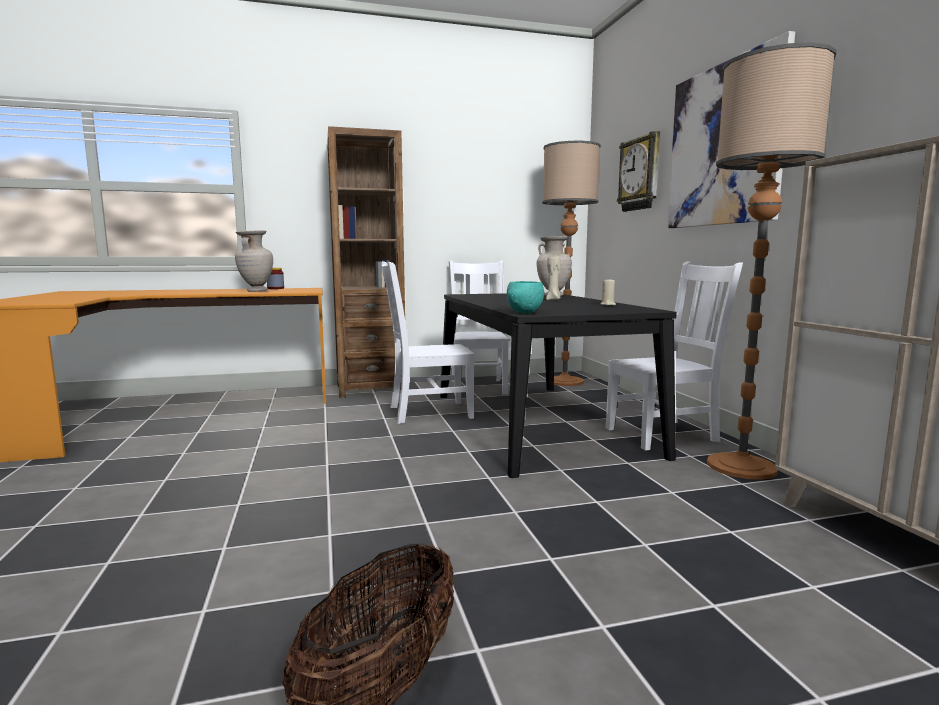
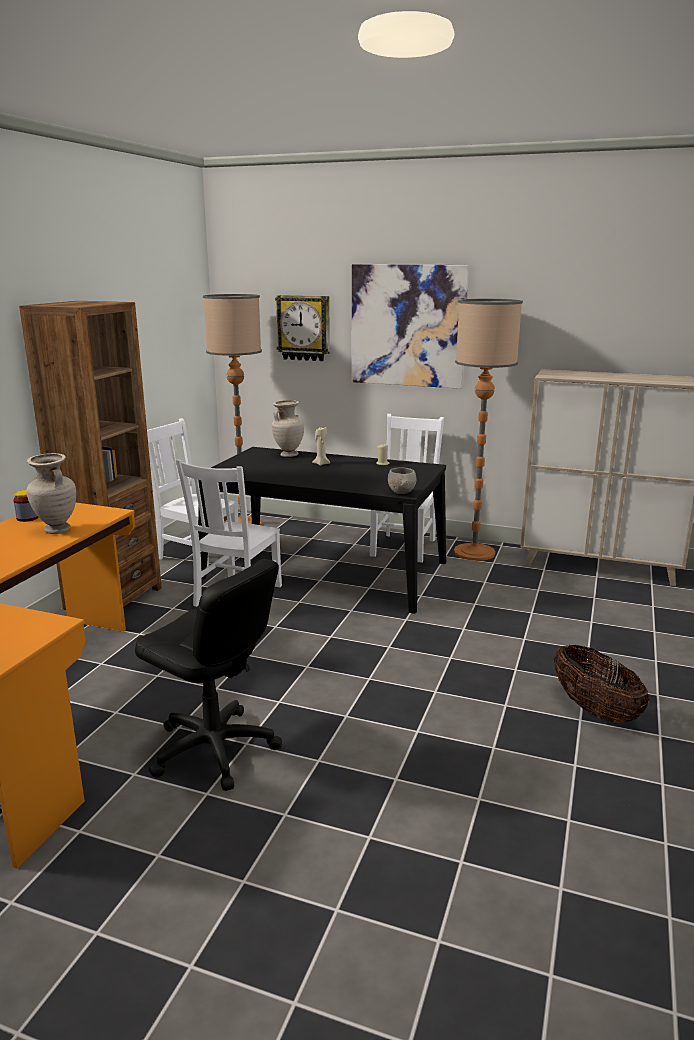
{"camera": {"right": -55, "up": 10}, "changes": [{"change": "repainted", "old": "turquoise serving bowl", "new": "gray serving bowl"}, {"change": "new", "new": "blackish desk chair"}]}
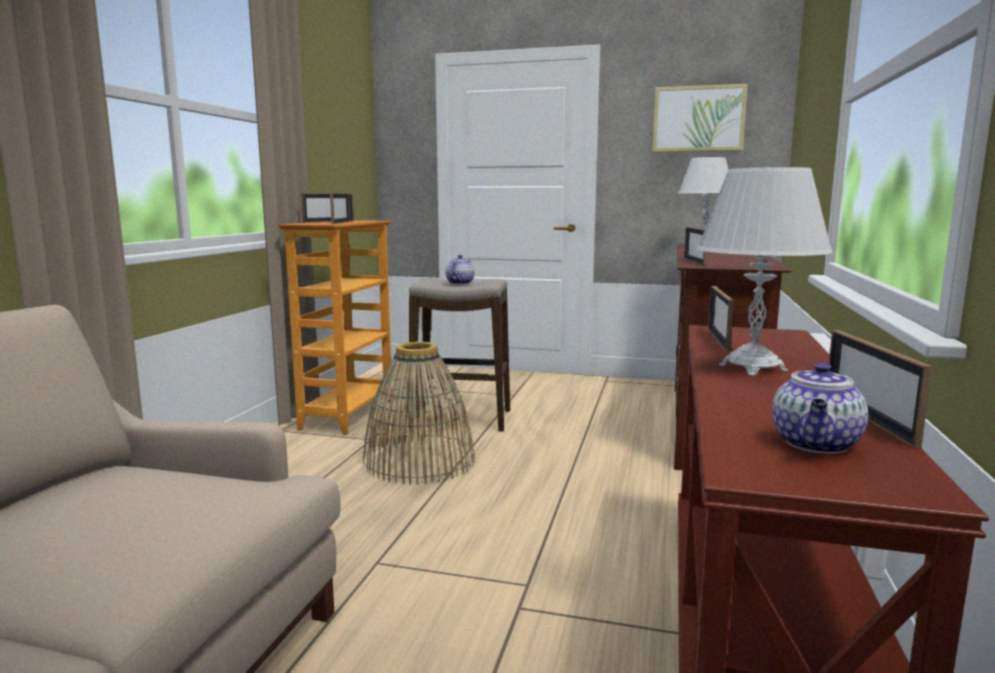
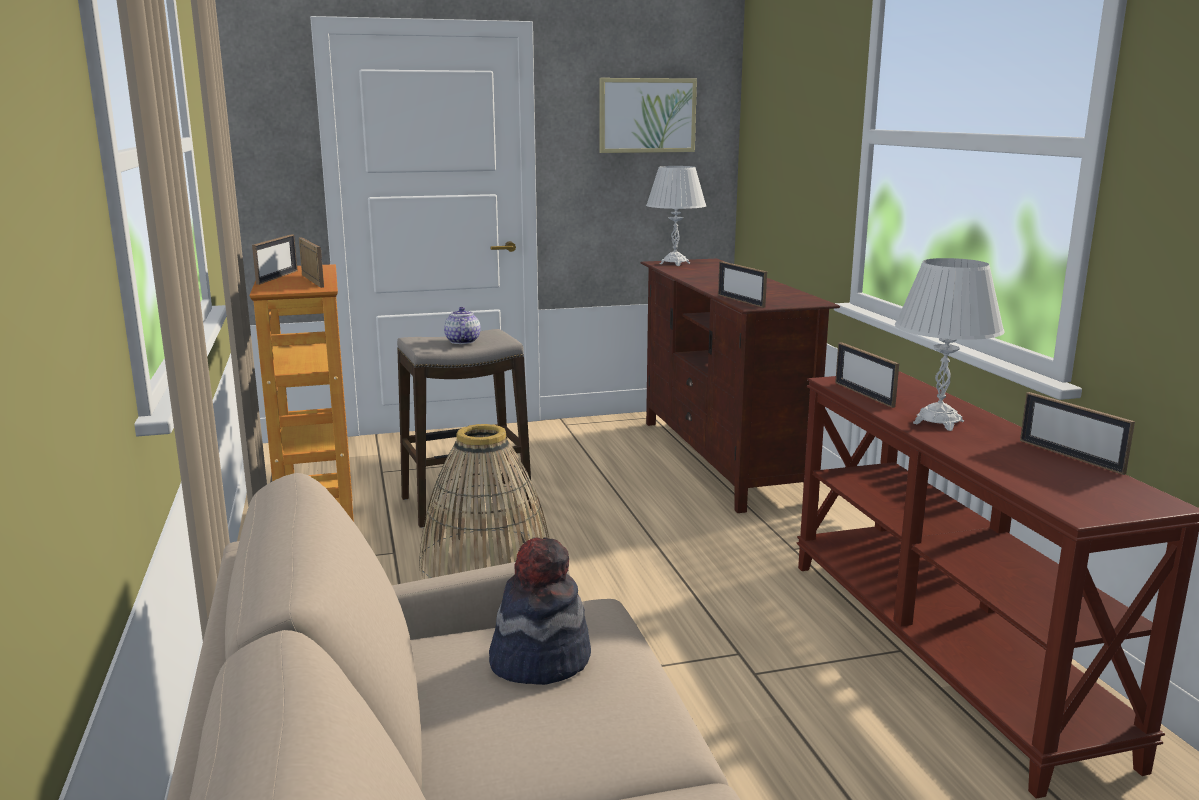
{"camera": {"right": -30, "up": 5}, "changes": [{"change": "gone", "old": "tea pot (no. 2 from left)"}, {"change": "new", "new": "hat"}]}
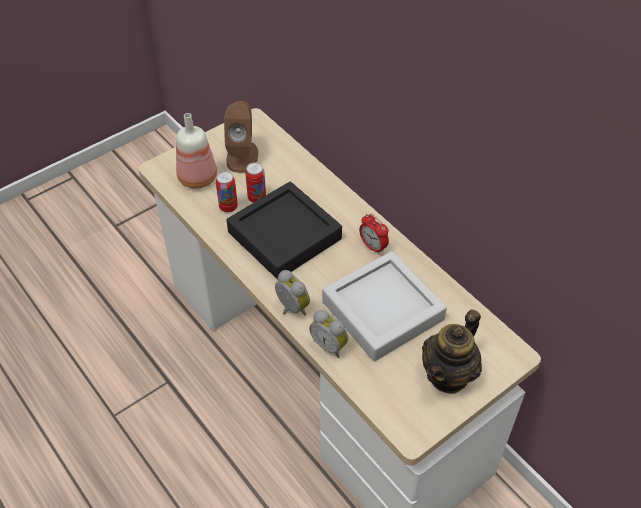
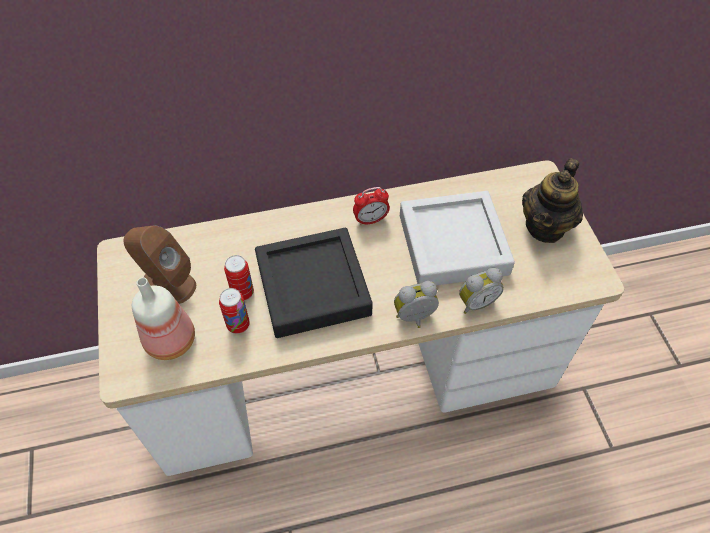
{"camera": {"right": -65, "up": 5}, "changes": [{"change": "rotated", "old": "tea pot", "degrees": 60}]}
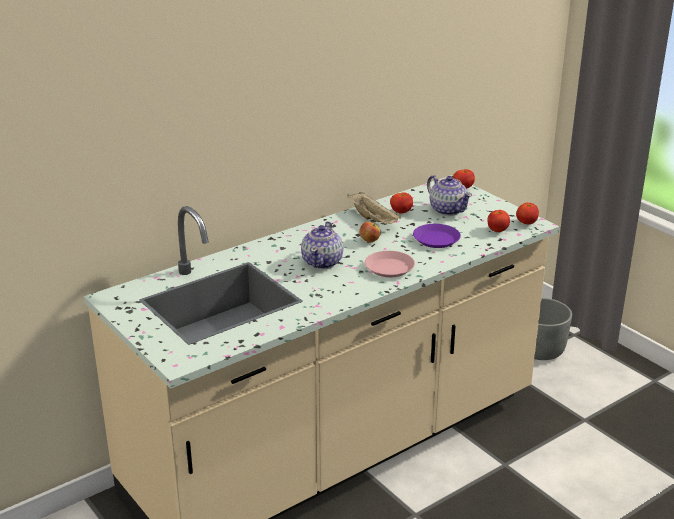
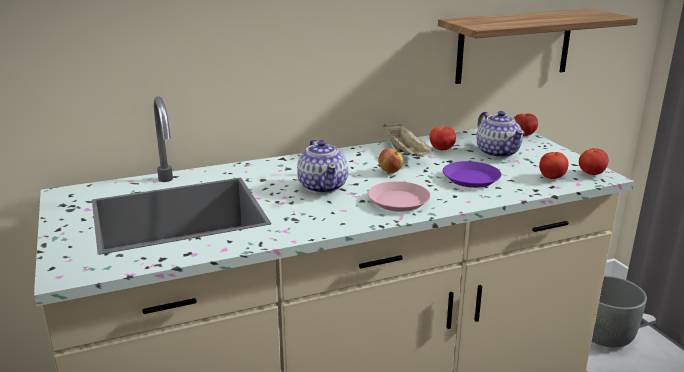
{"camera": {"right": 15, "up": -5}, "changes": [{"change": "rotated", "old": "tea pot (no. 1 from left)", "degrees": -45}, {"change": "new", "new": "shelf"}]}
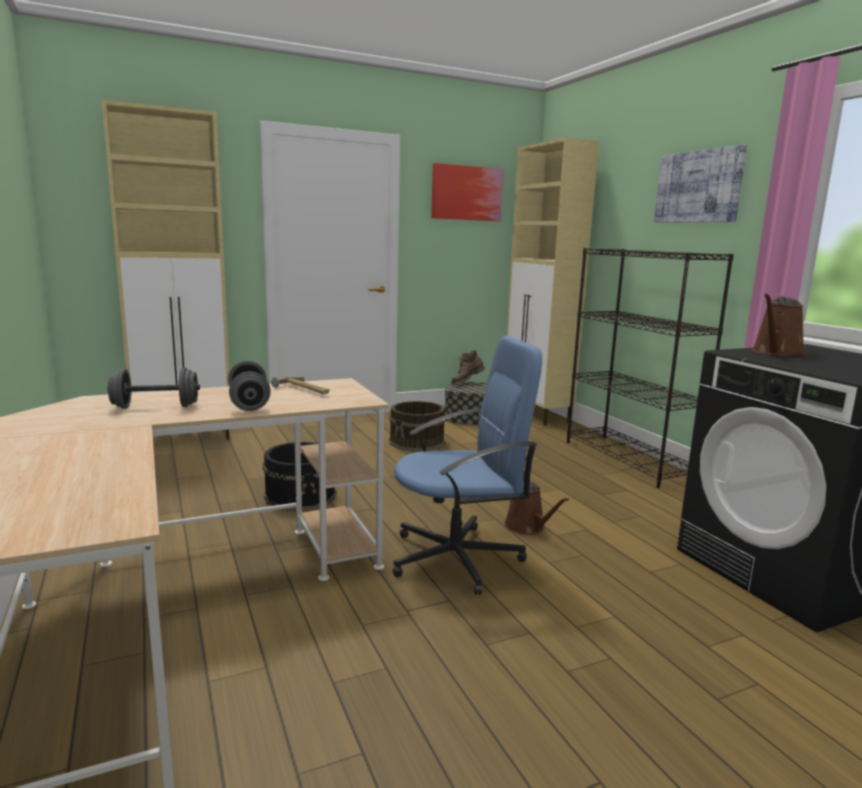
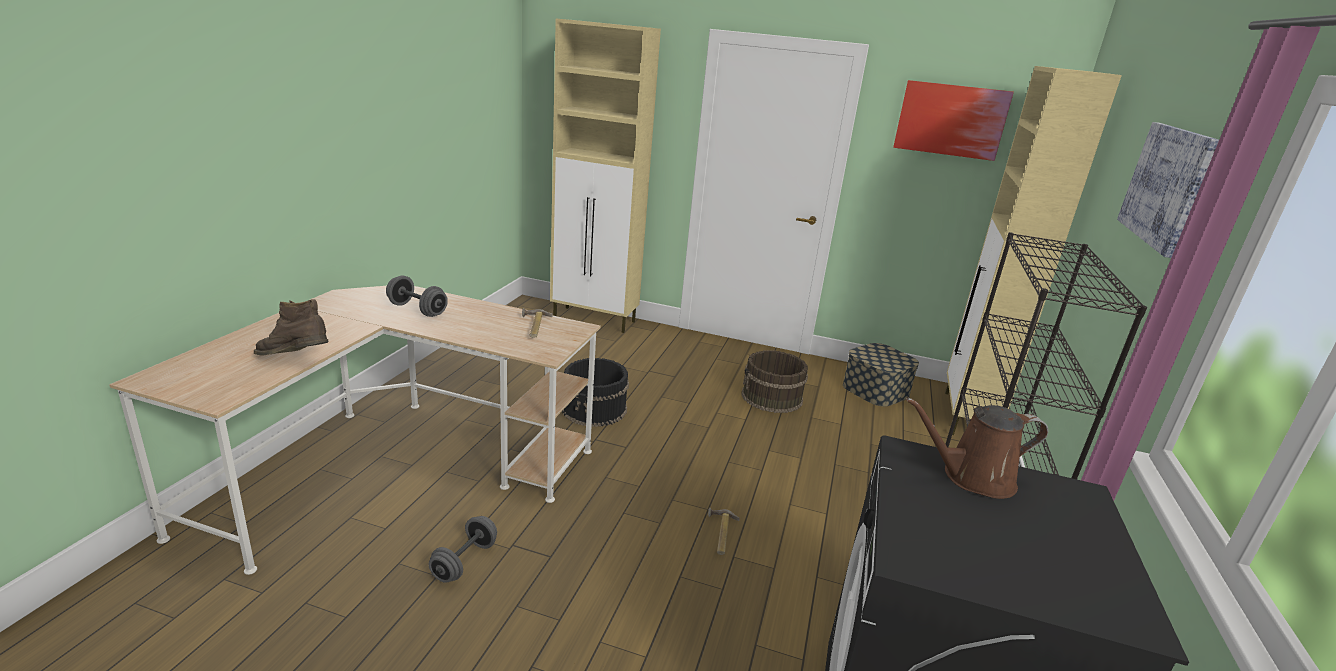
{"camera": {"right": 40, "up": 10}, "changes": [{"change": "gone", "old": "blue desk chair"}, {"change": "shifted", "old": "brownish boot"}, {"change": "shifted", "old": "gray hand weight (no. 2 from left)"}, {"change": "swapped", "old": "brownish watering can (no. 1 from left)", "new": "hammer (no. 2 from left)"}]}
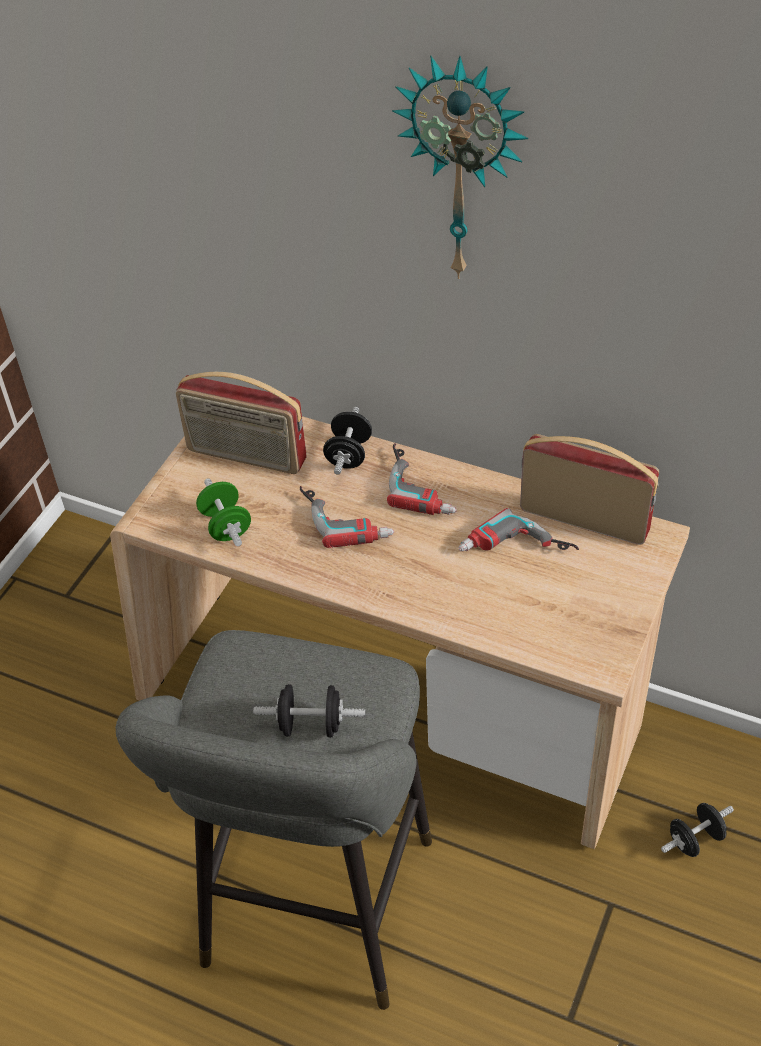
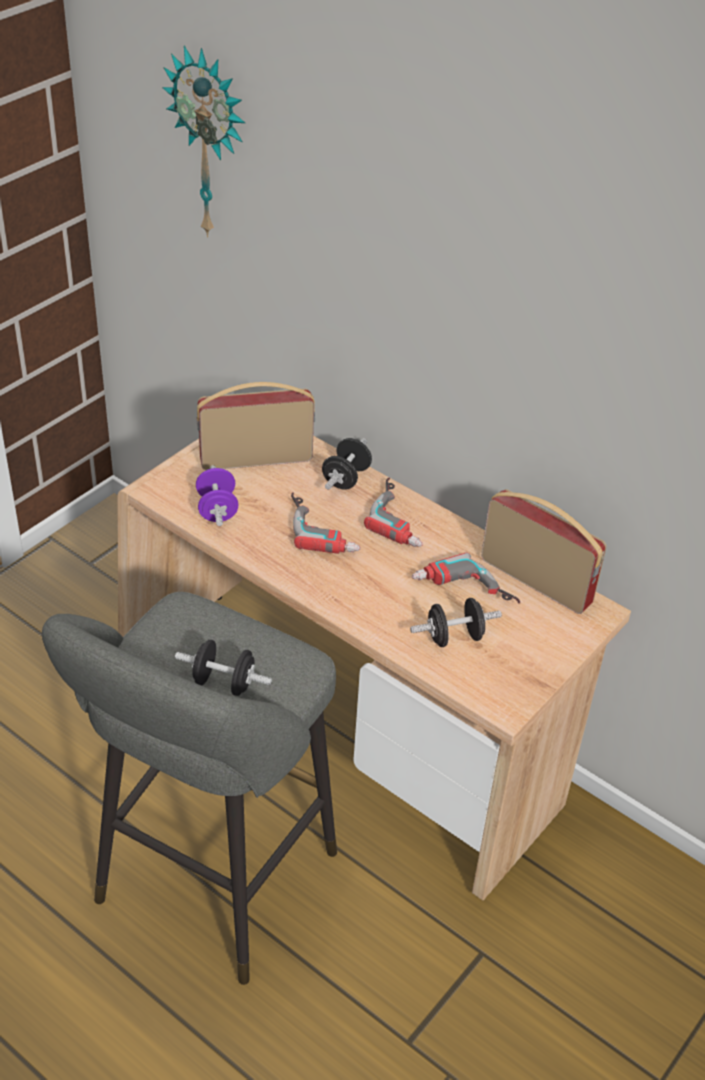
{"camera": {"right": 10, "up": -5}, "changes": [{"change": "shifted", "old": "wall clock"}, {"change": "rotated", "old": "radio (no. 1 from left)", "degrees": 135}, {"change": "repainted", "old": "green hand weight", "new": "purple hand weight"}, {"change": "shifted", "old": "blackish hand weight (no. 3 from left)"}]}
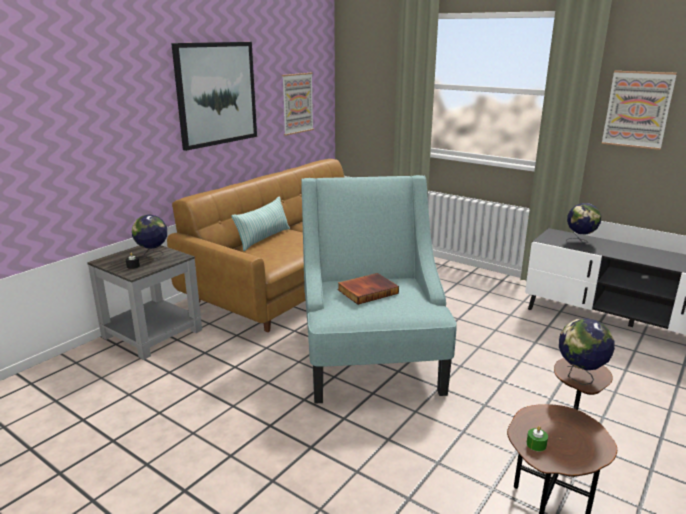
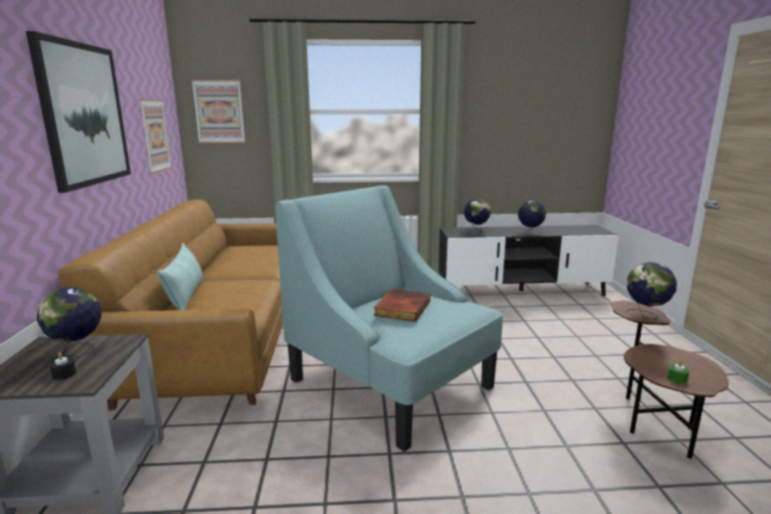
{"camera": {"right": -40, "up": -5}, "changes": [{"change": "shifted", "old": "wall art (no. 3 from left)"}, {"change": "new", "new": "globe (no. 3 from left)"}]}
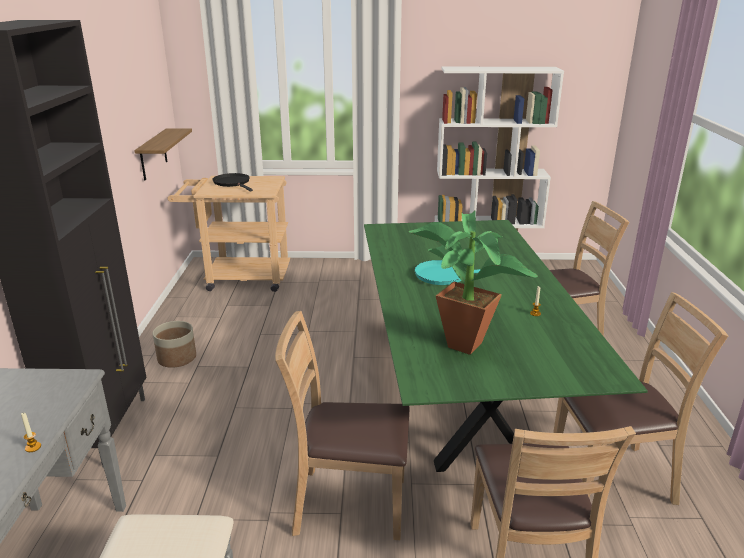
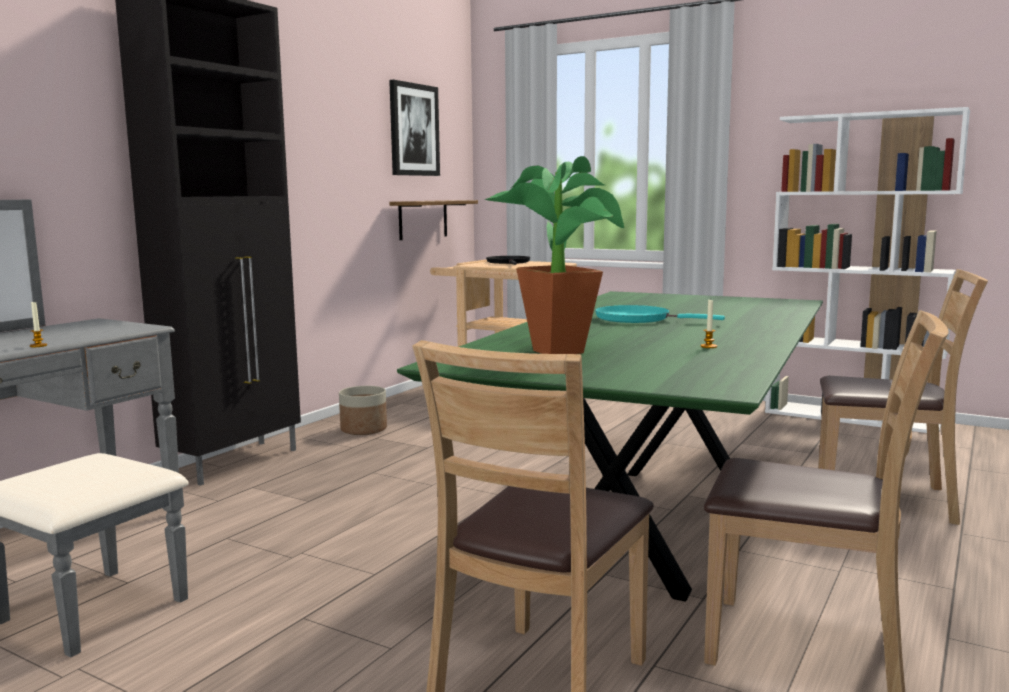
{"camera": {"right": 30, "up": -15}, "changes": [{"change": "gone", "old": "brownish chair (no. 1 from left)"}, {"change": "new", "new": "wall art"}]}
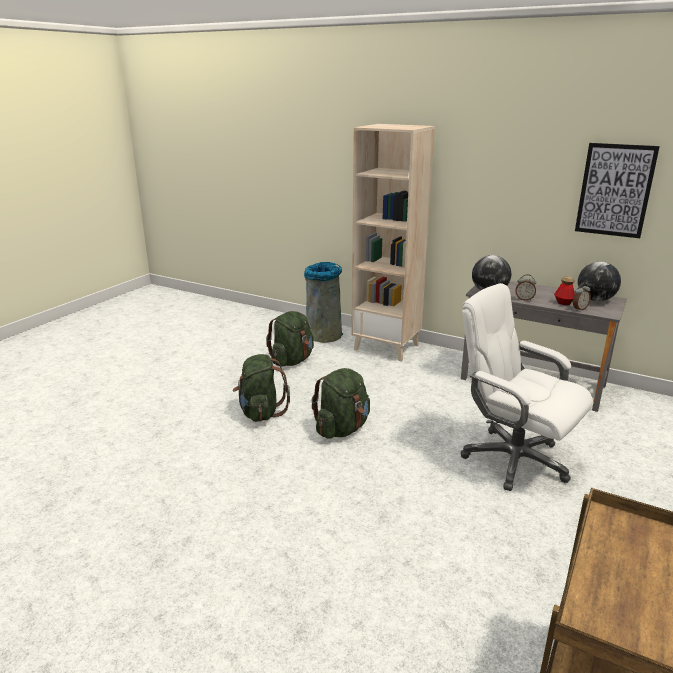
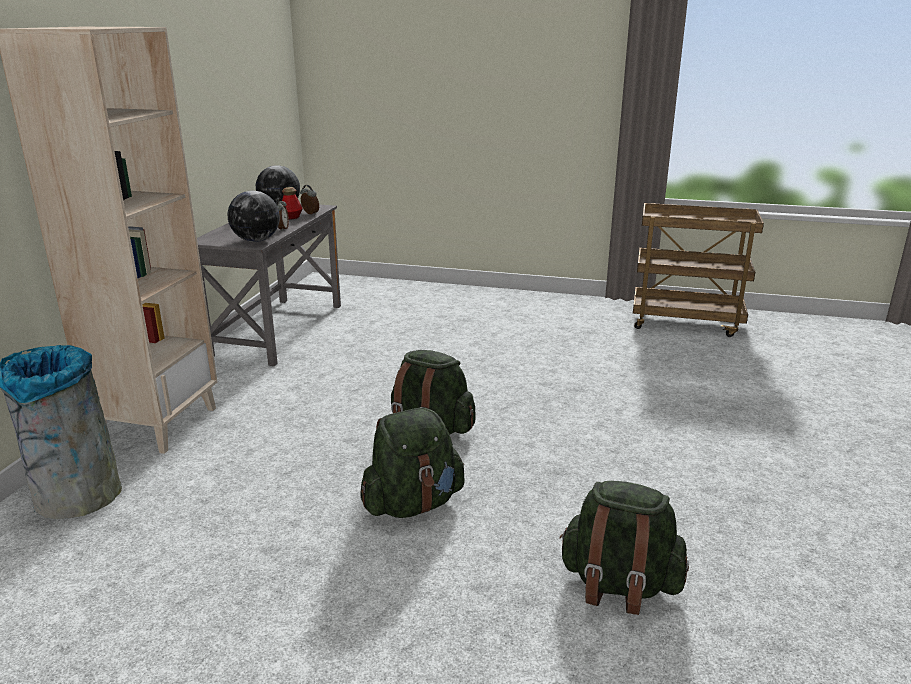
{"camera": {"right": -105, "up": 0}, "changes": [{"change": "gone", "old": "wall art"}, {"change": "gone", "old": "white-coloured desk chair"}, {"change": "shifted", "old": "green backpack (no. 2 from left in the first image)", "new": "green backpack (no. 3 from left)"}]}
